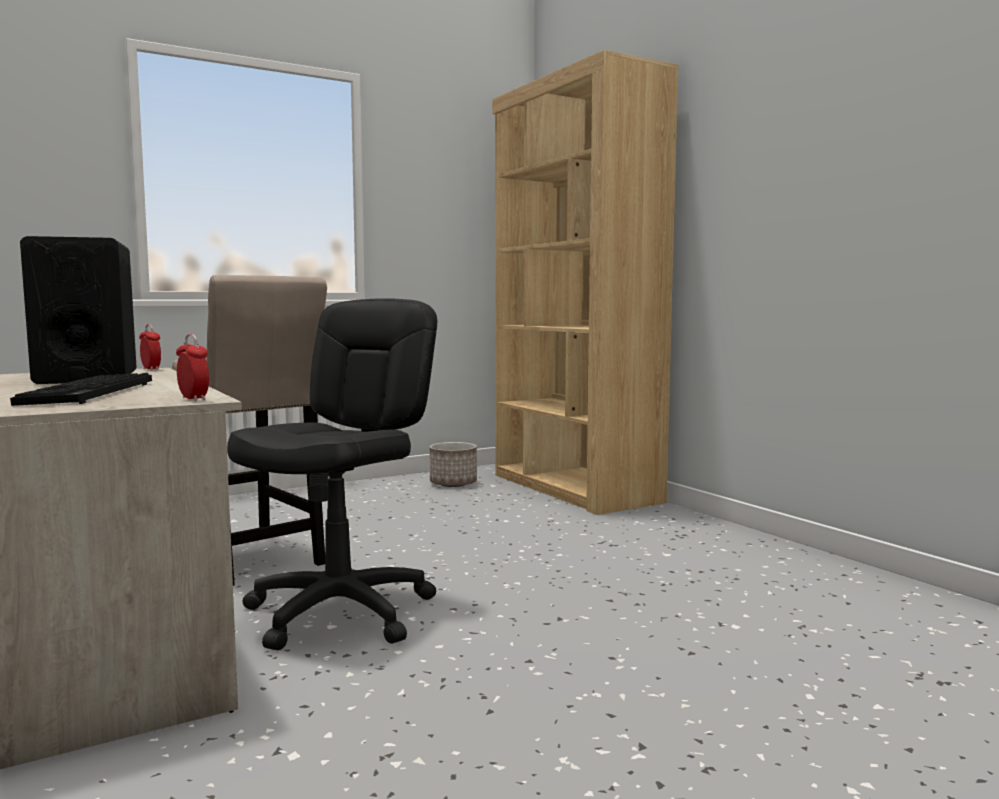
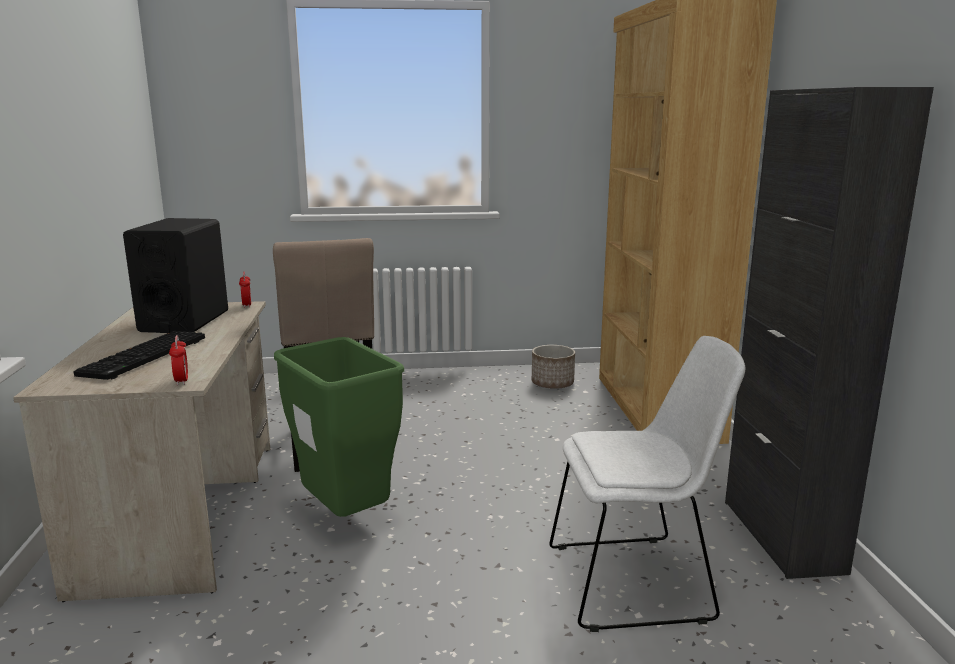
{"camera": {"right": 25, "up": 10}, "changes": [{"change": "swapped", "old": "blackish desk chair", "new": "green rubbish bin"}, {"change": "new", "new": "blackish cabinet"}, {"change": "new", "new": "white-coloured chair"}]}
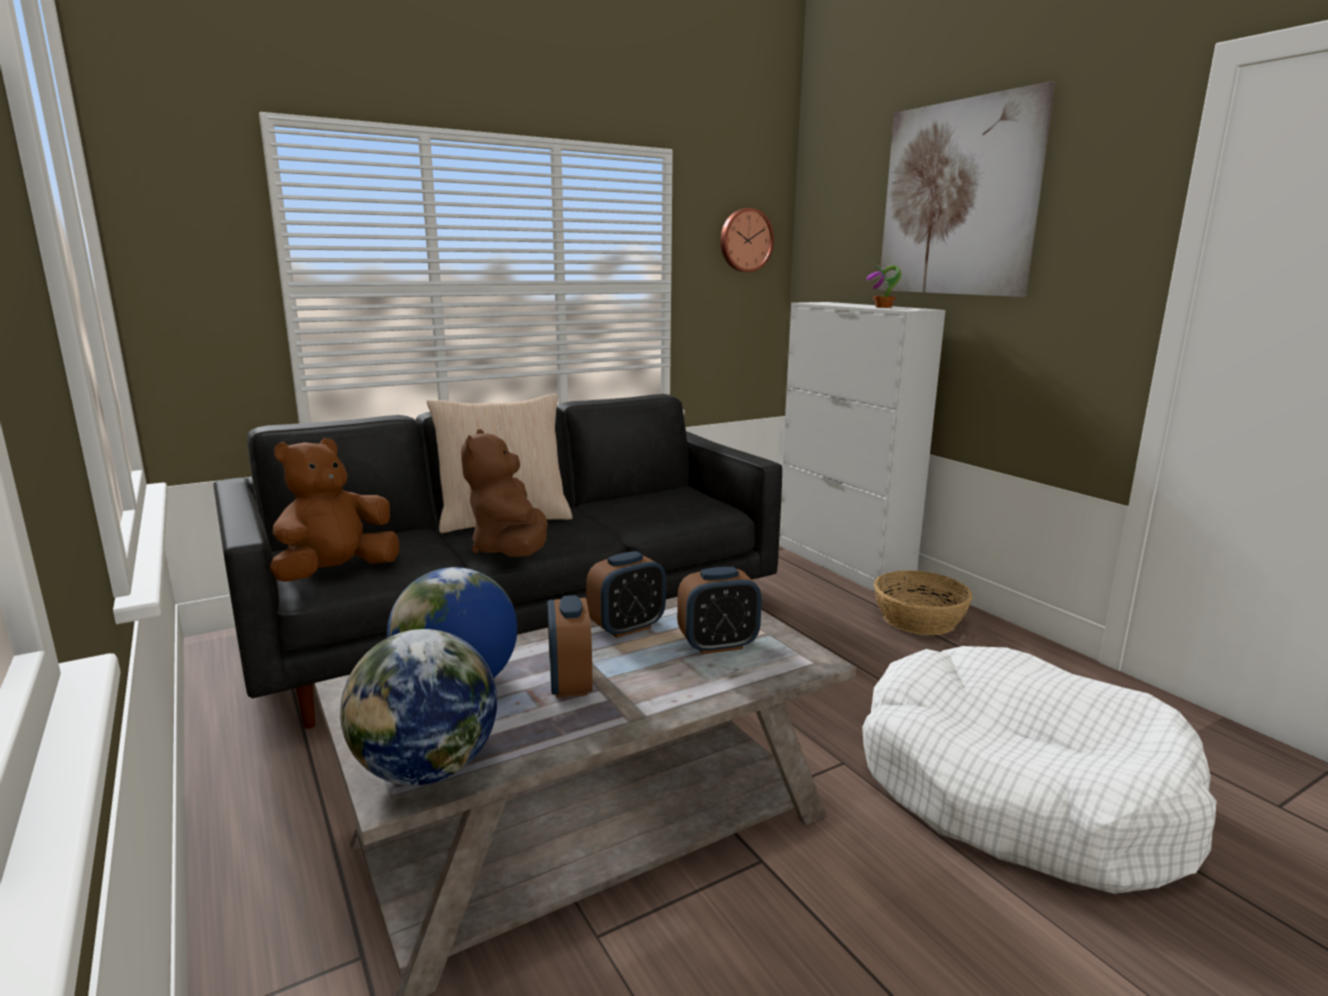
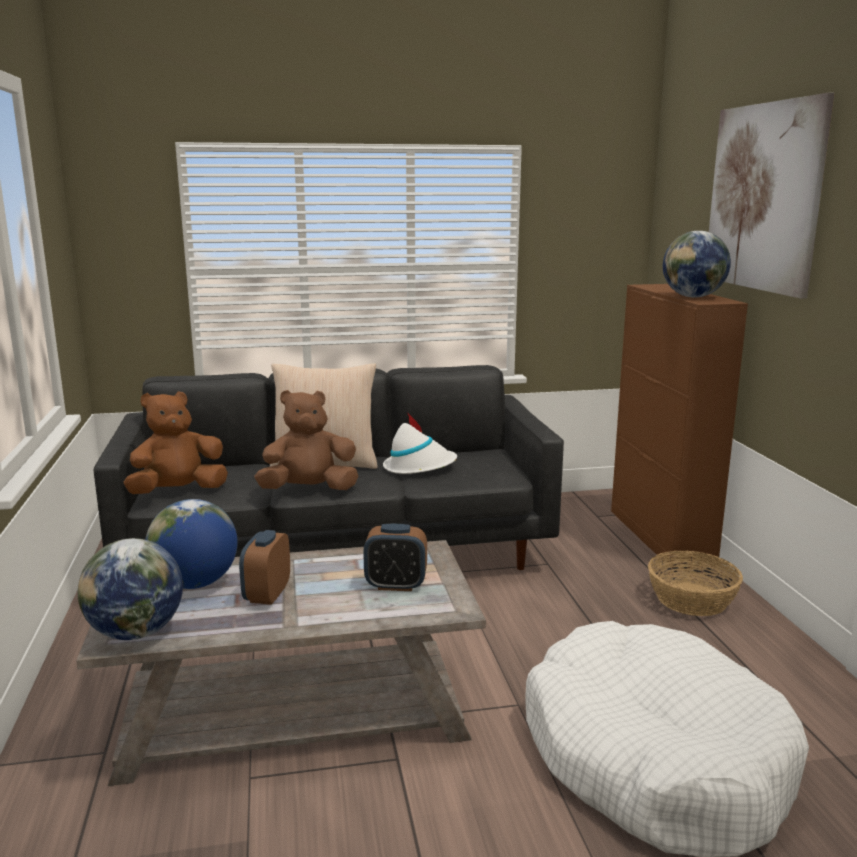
{"camera": {"right": 20, "up": 0}, "changes": [{"change": "gone", "old": "wall clock"}, {"change": "swapped", "old": "houseplant", "new": "globe (no. 3 from left)"}, {"change": "repainted", "old": "white-coloured cabinet", "new": "brownish cabinet"}, {"change": "rotated", "old": "brownish cuddly toy (no. 2 from left)", "degrees": 60}, {"change": "gone", "old": "table clock (no. 2 from left)"}, {"change": "new", "new": "white-coloured hat"}]}
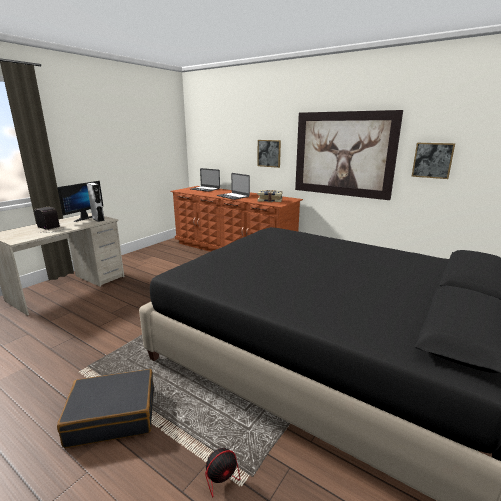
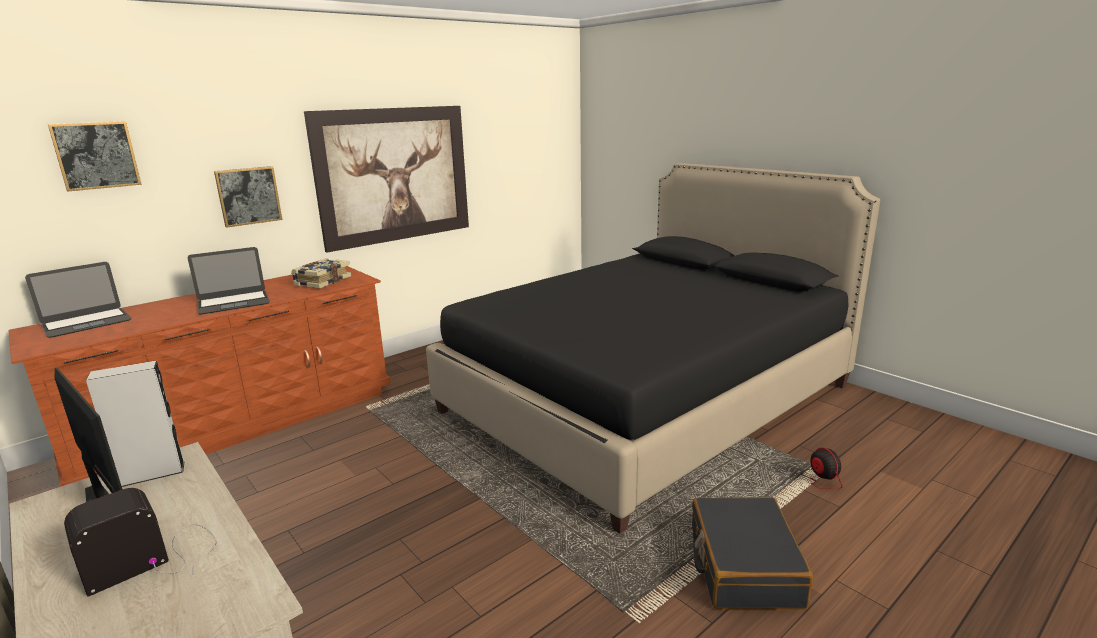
{"camera": {"right": -75, "up": 0}, "changes": [{"change": "shifted", "old": "wall art (no. 3 from left in the first image)", "new": "wall art (no. 1 from left)"}]}
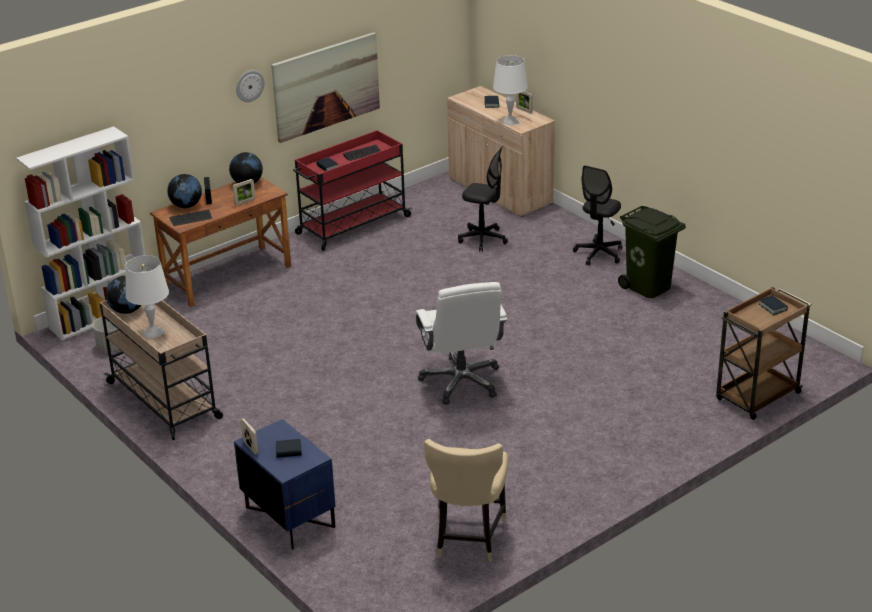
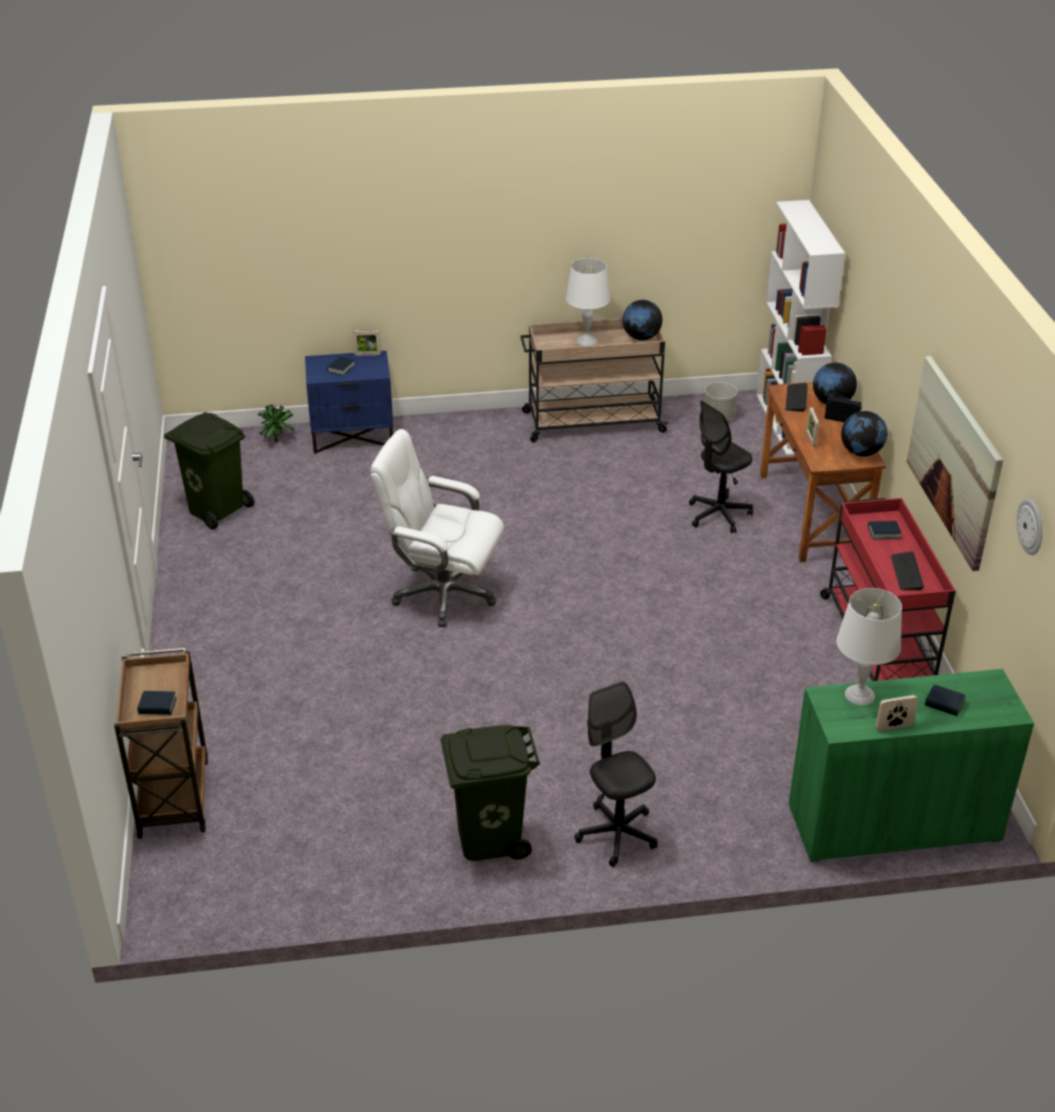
{"camera": {"right": 120, "up": 5}, "changes": [{"change": "shifted", "old": "wall clock"}, {"change": "repainted", "old": "beige-coloured cabinet", "new": "green cabinet"}, {"change": "shifted", "old": "blackish desk chair (no. 1 from left in the first image)", "new": "blackish desk chair (no. 2 from left)"}, {"change": "swapped", "old": "beige-coloured chair", "new": "green rubbish bin (no. 1 from left)"}, {"change": "new", "new": "houseplant"}]}
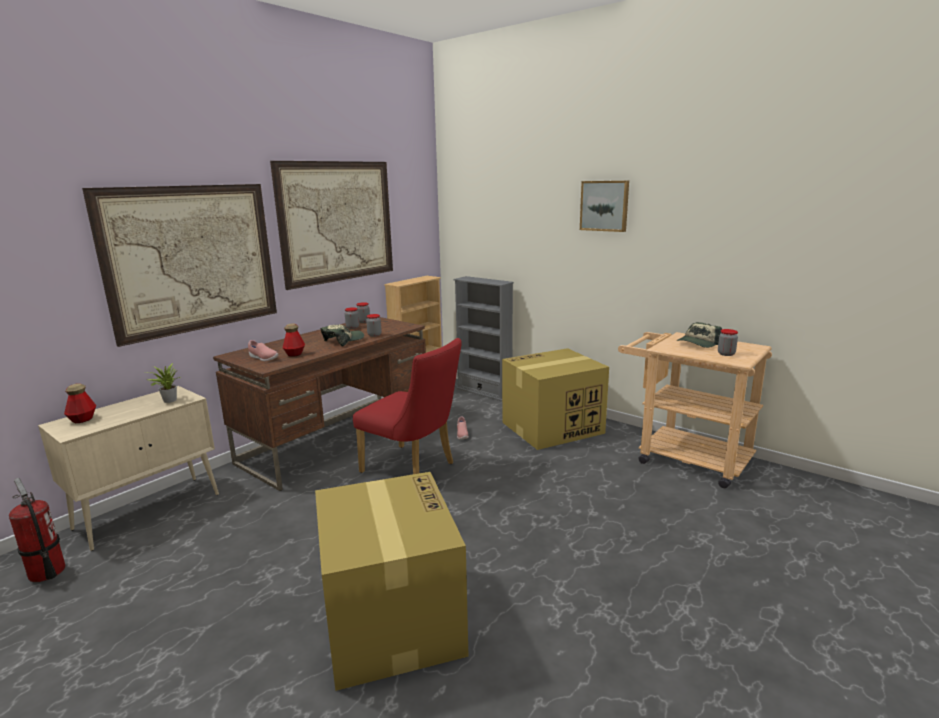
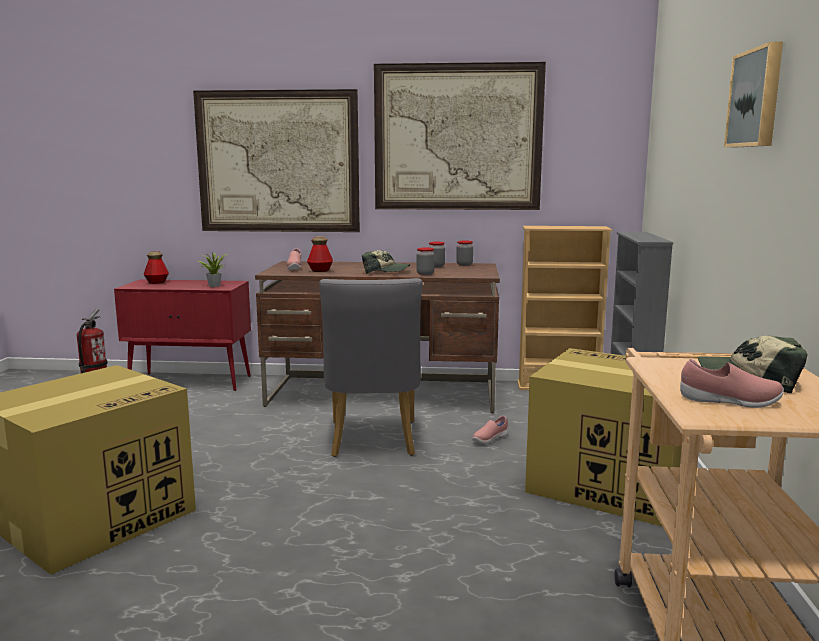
{"camera": {"right": 55, "up": -5}, "changes": [{"change": "swapped", "old": "preserve jar (no. 4 from left)", "new": "pink-coloured item of footwear (no. 3 from left)"}, {"change": "repainted", "old": "red-coloured chair", "new": "gray chair"}, {"change": "repainted", "old": "beige-coloured cabinet", "new": "red-coloured cabinet"}]}
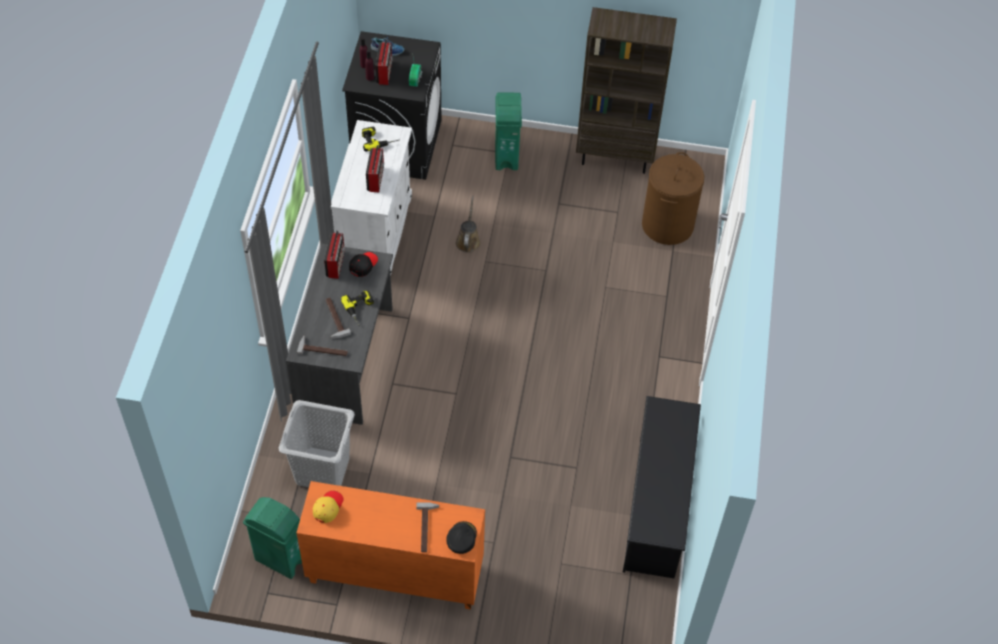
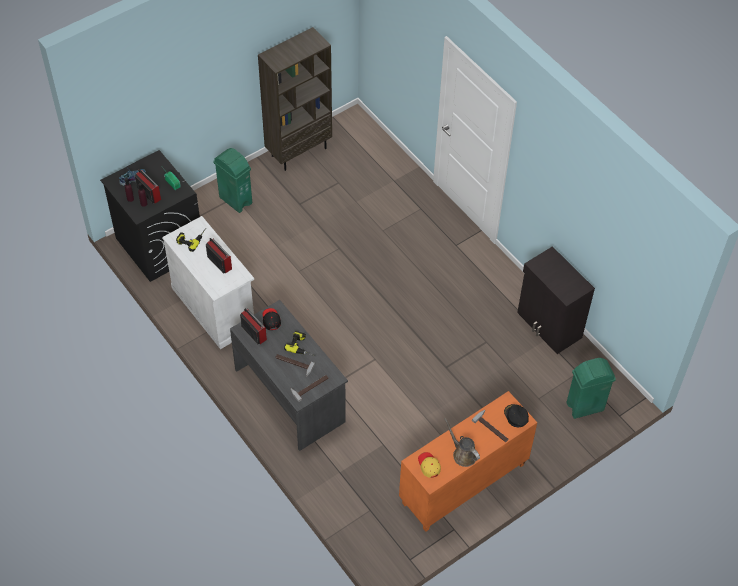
{"camera": {"right": -45, "up": 0}, "changes": [{"change": "gone", "old": "brownish laundry basket"}, {"change": "shifted", "old": "brownish watering can"}, {"change": "swapped", "old": "blackish shoe rack", "new": "blackish cabinet"}, {"change": "gone", "old": "gray laundry basket"}, {"change": "shifted", "old": "green rubbish bin (no. 1 from left in the first image)", "new": "green rubbish bin (no. 2 from left)"}]}
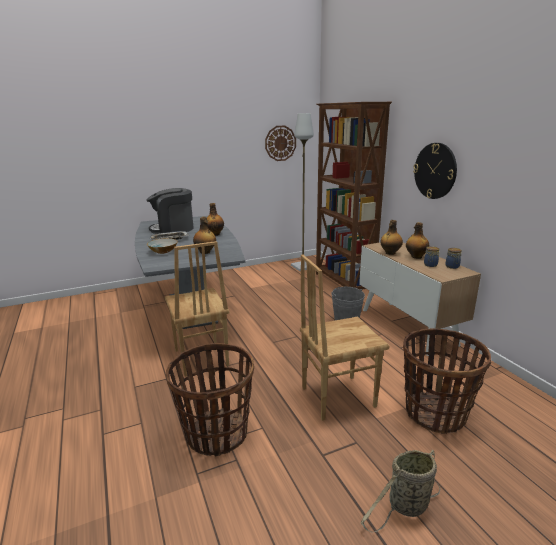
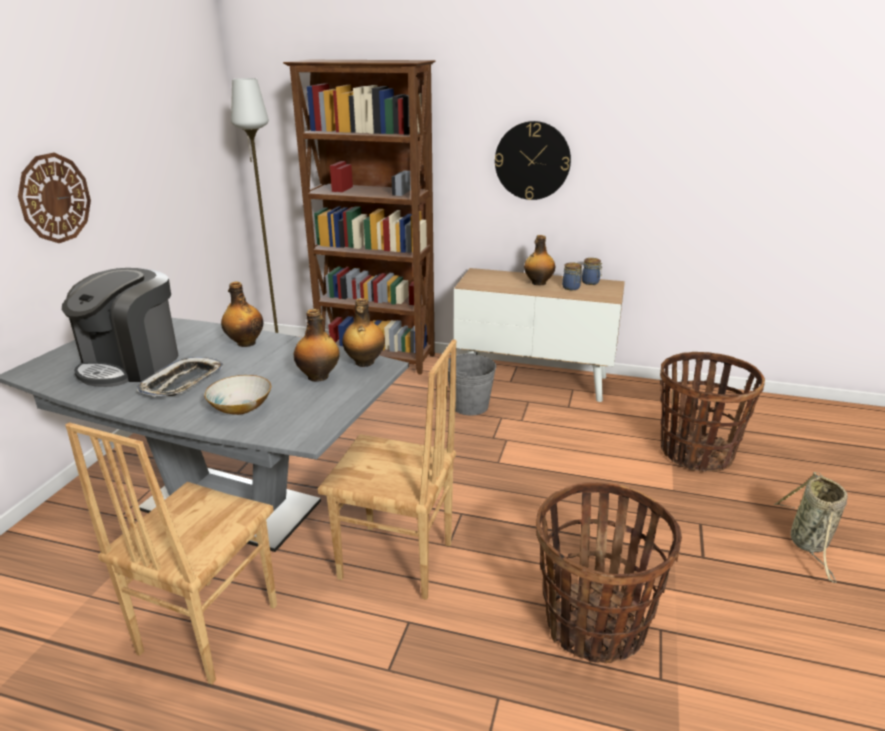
{"camera": {"right": -50, "up": 5}, "changes": [{"change": "shifted", "old": "wall clock (no. 1 from left)"}, {"change": "shifted", "old": "beverage bottle (no. 3 from left)"}, {"change": "shifted", "old": "brownish chair (no. 2 from left in the first image)", "new": "brownish chair (no. 1 from left)"}]}
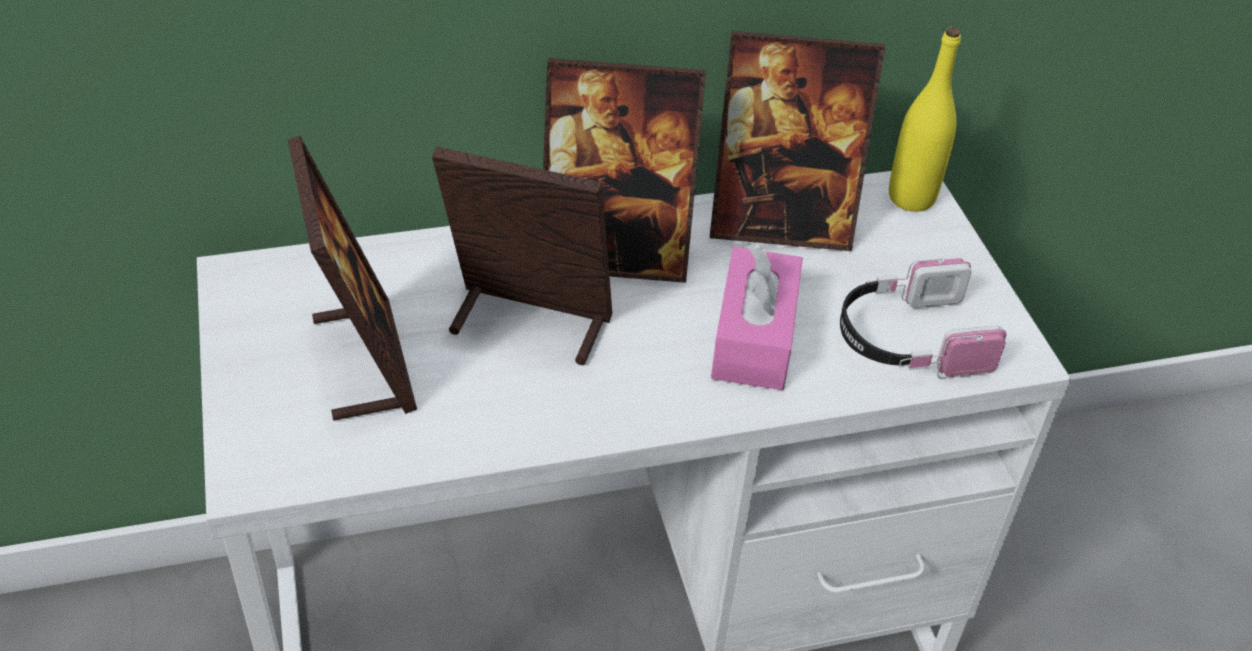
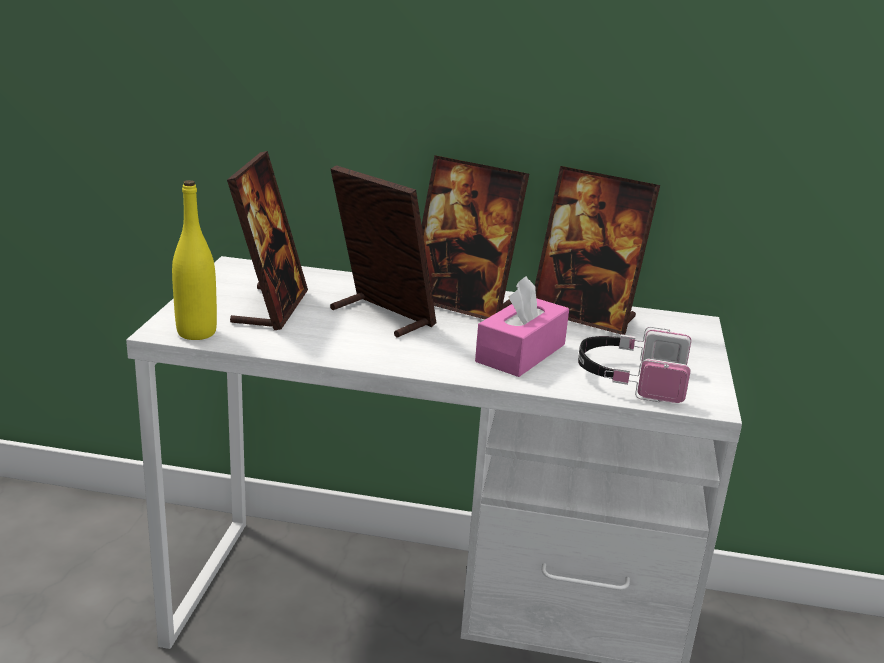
{"camera": {"right": 25, "up": -20}, "changes": [{"change": "shifted", "old": "yellowish beverage bottle"}]}
